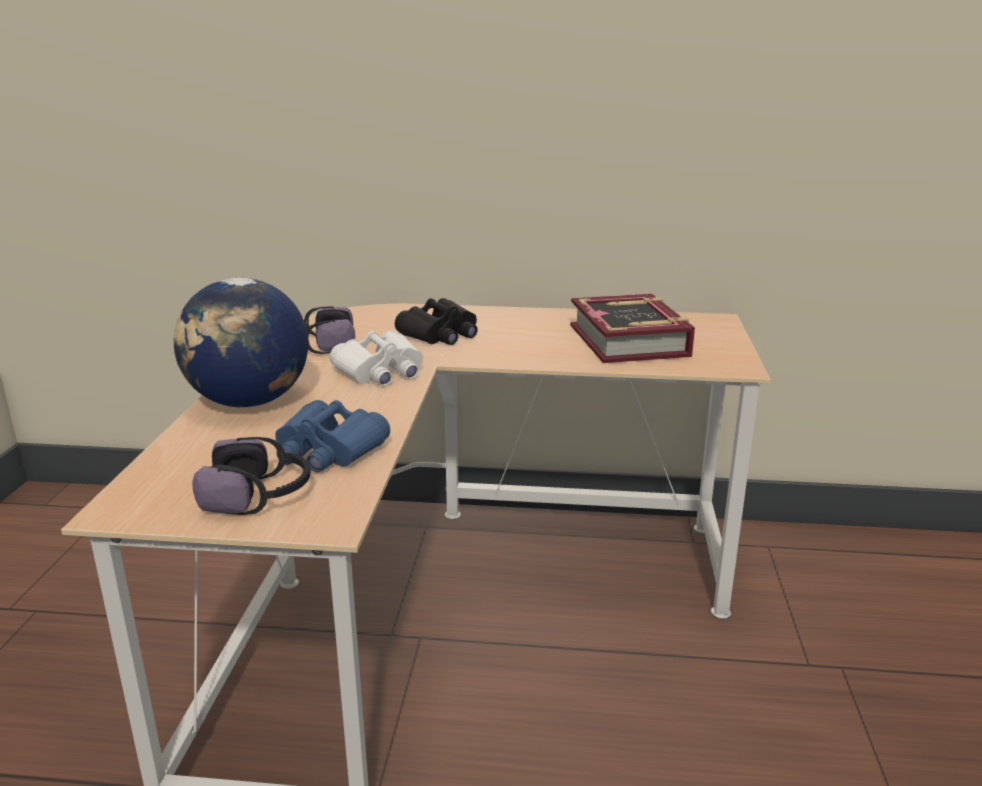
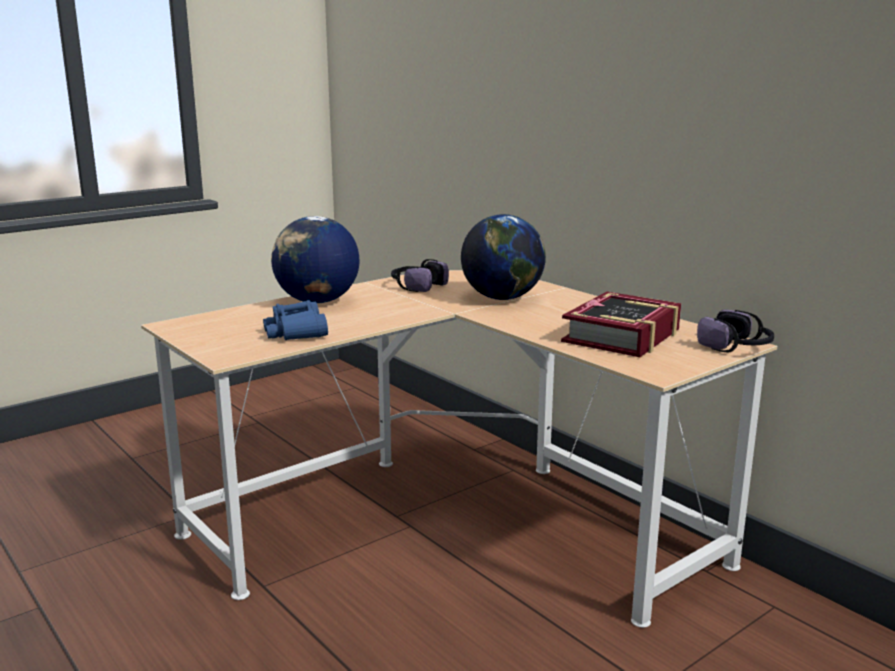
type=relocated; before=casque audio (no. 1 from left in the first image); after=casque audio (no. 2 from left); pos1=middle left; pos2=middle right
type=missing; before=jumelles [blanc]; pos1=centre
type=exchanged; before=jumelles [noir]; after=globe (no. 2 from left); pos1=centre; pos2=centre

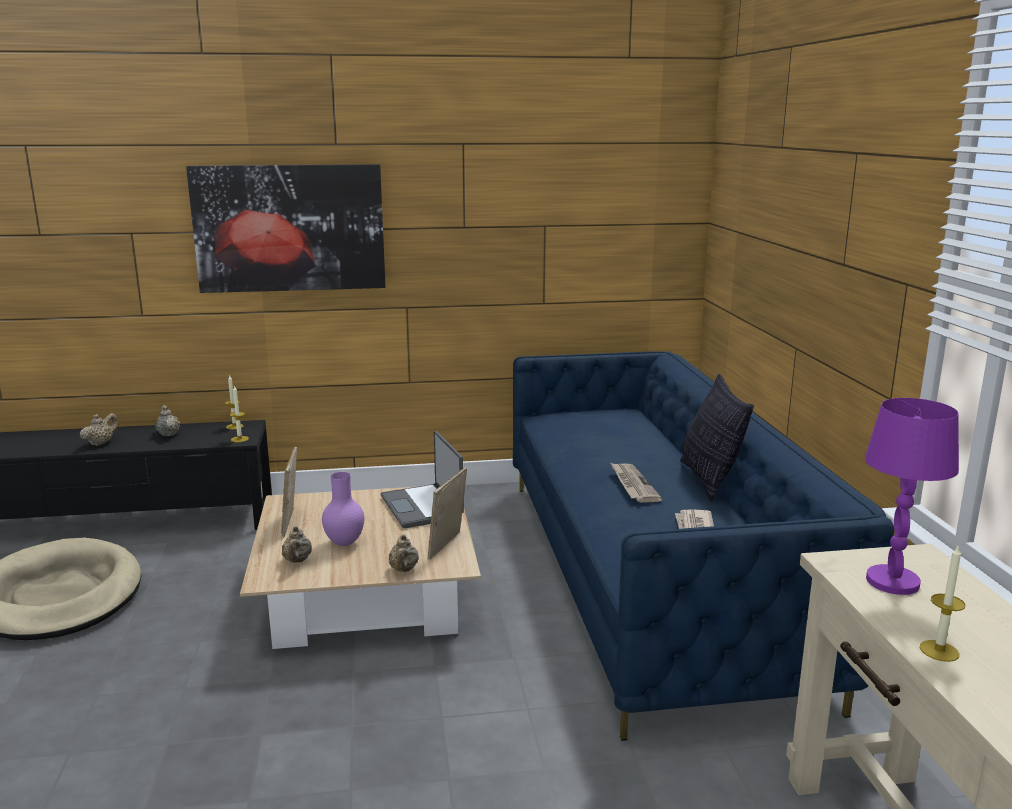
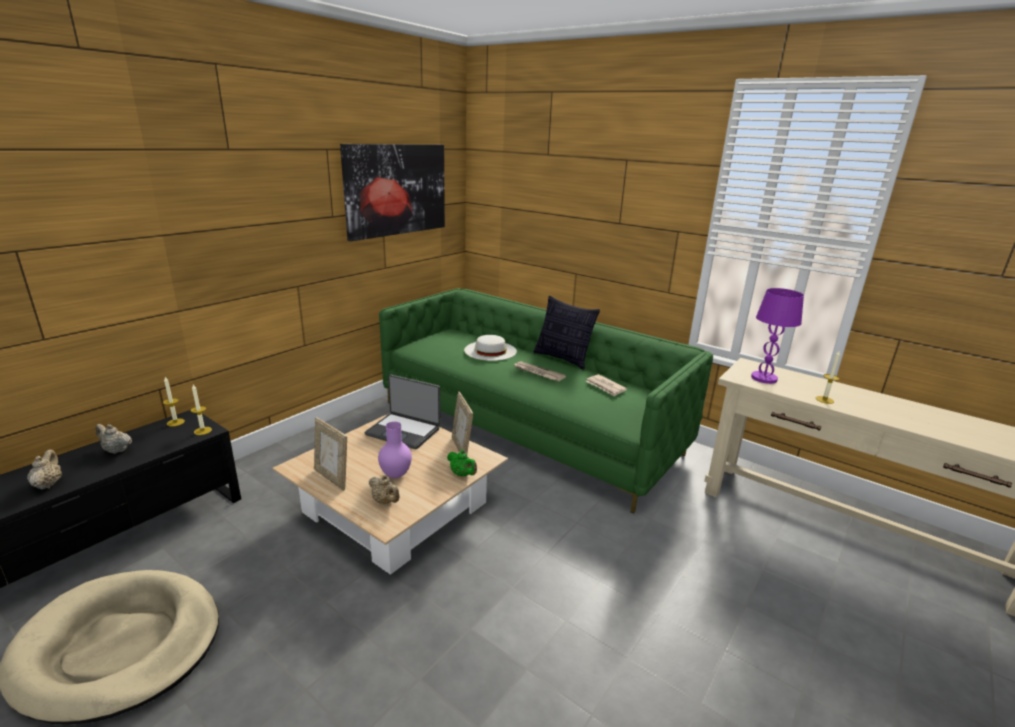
type=relocated; before=tableau; pos1=top left; pos2=top centre
type=colour; before=théière [beige] (no. 4 from left); after=théière [vert]; pos1=bottom centre; pos2=centre
type=colour; before=canapé [bleu]; after=canapé [vert]; pos1=bottom right; pos2=centre
type=appeared; after=chapeau [blanc]; pos2=centre

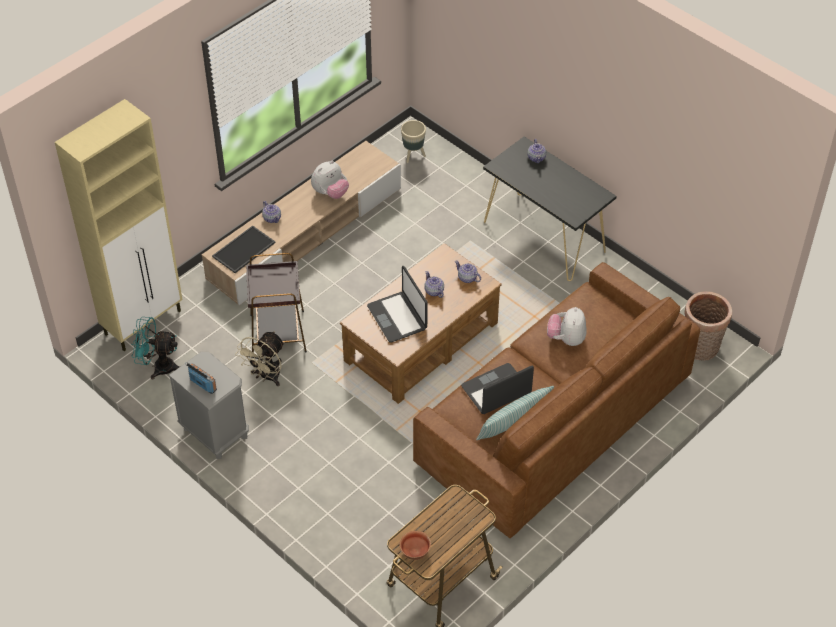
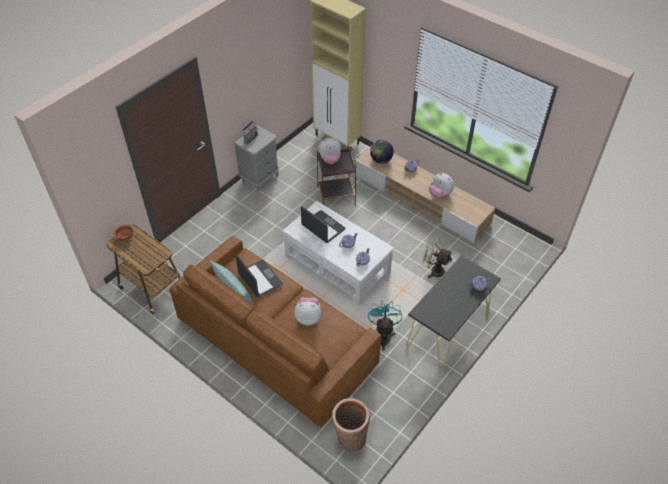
type=relocated; before=ventilateur [turquoise]; pos1=middle left; pos2=bottom centre
type=exchanged; before=plateau; after=globe; pos1=middle left; pos2=top centre
type=relocated; before=ventilateur [beige]; pos1=middle left; pos2=centre
type=colour; before=table basse [marron]; after=table basse [blanc]; pos1=centre; pos2=centre
type=spun; before=ordinateur portable (no. 1 from left in the first image); pos1=centre; pos2=centre; turn=75
type=missing; before=cache-pot [beige]; pos1=top centre
type=appeared; after=peluche (no. 2 from left); pos2=top centre

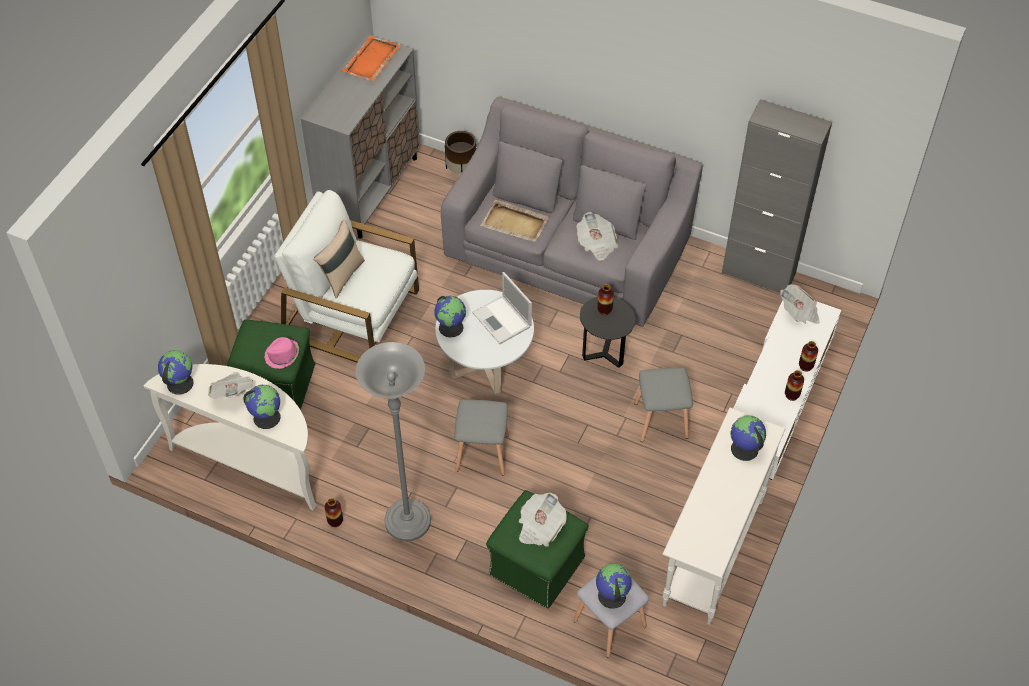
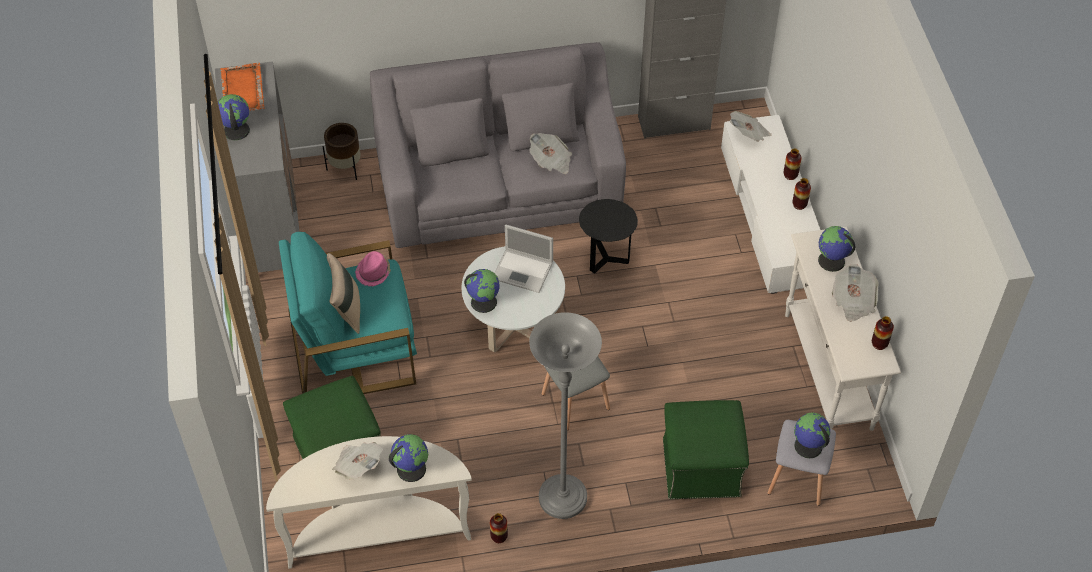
type=relocated; before=globe (no. 1 from left); pos1=middle left; pos2=top left
type=relocated; before=chapeau [rose]; pos1=middle left; pos2=centre
type=colour; before=fauteuil [blanc]; after=fauteuil [turquoise]; pos1=centre; pos2=middle left
type=missing; before=plateau [beige]; pos1=top centre
type=relocated; before=journal (no. 2 from left in the first image); after=journal (no. 4 from left); pos1=bottom centre; pos2=middle right
type=relocated; before=vase (no. 2 from left in the first image); after=vase (no. 4 from left); pos1=centre; pos2=middle right
type=missing; before=tabouret [gris] (no. 3 from left); pos1=centre

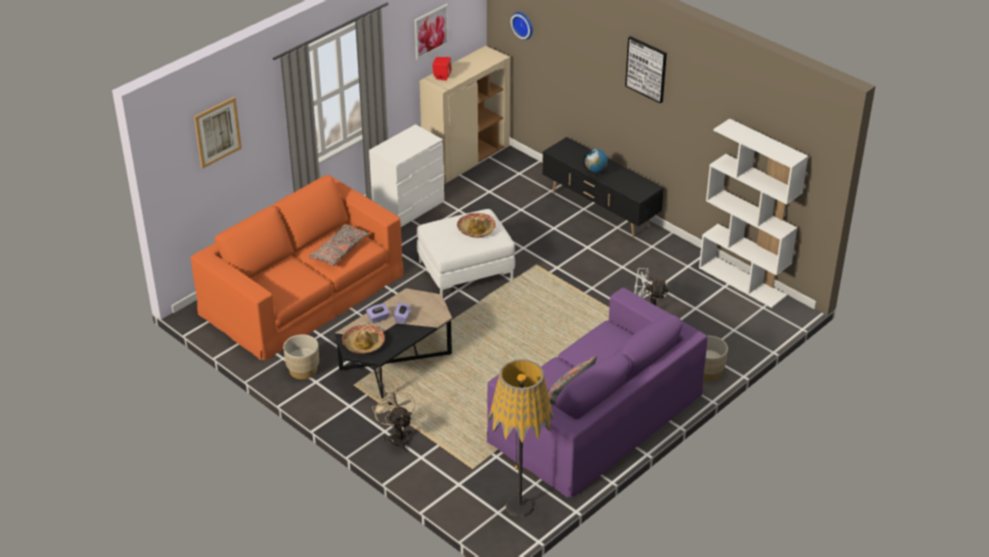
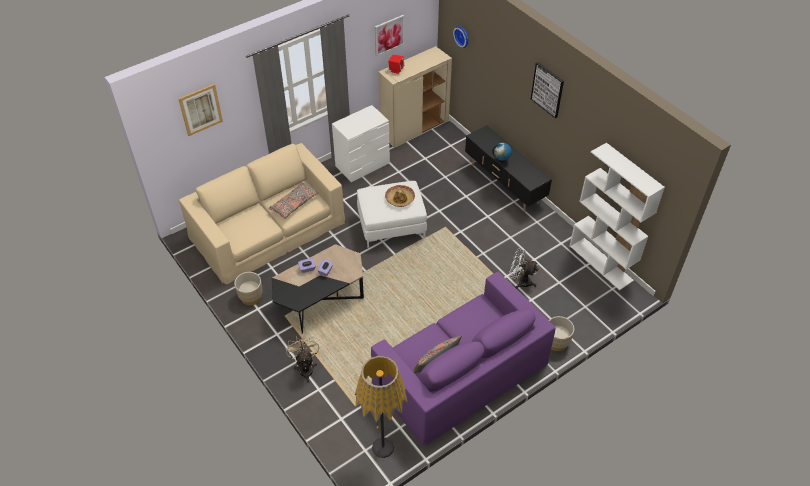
type=colour; before=canapé [orange]; after=canapé [beige]; pos1=middle left; pos2=middle left
type=missing; before=chapeau (no. 1 from left); pos1=centre

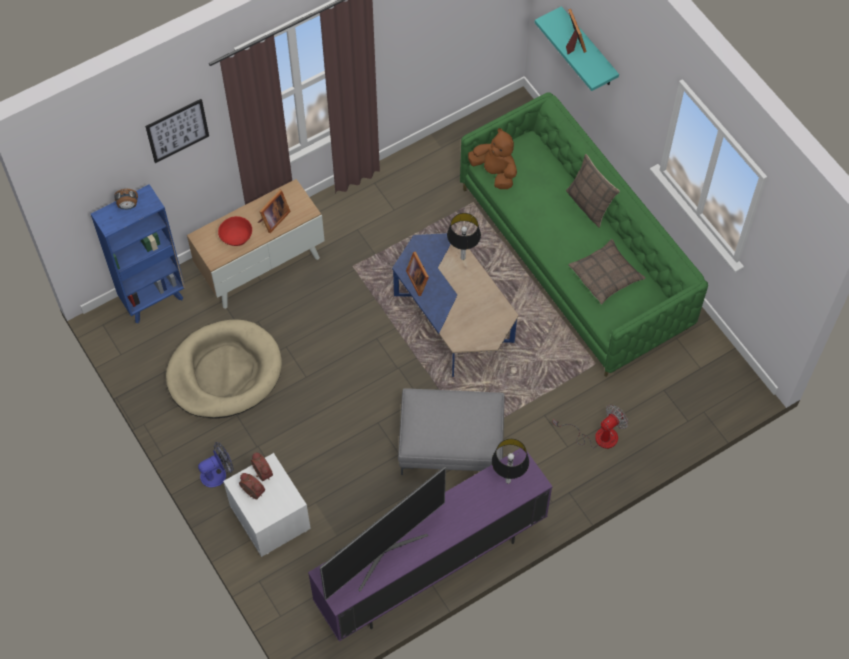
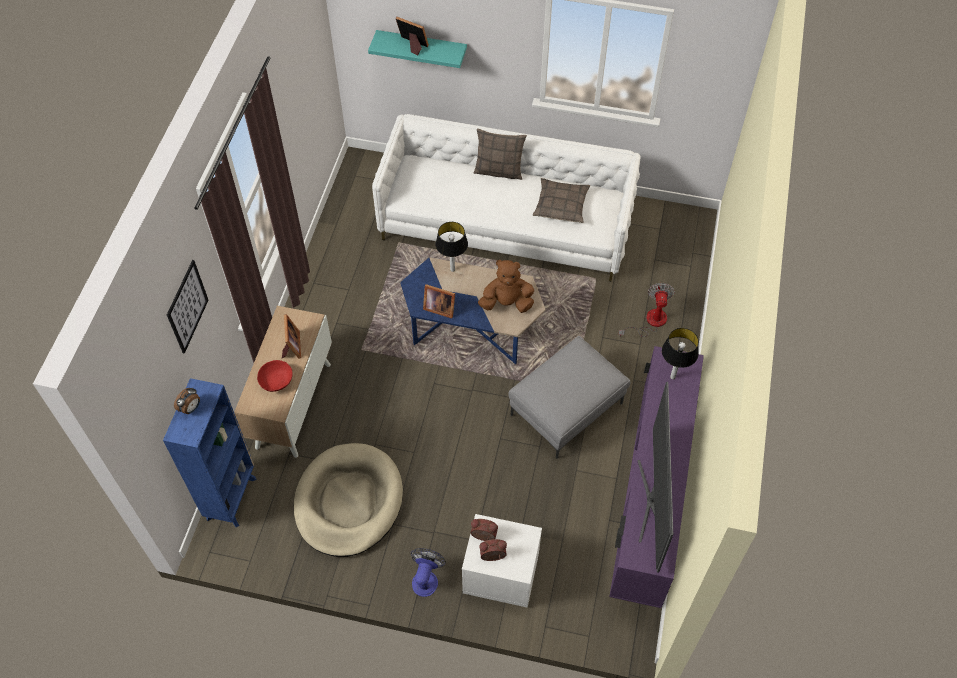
type=colour; before=canapé [vert]; after=canapé [blanc]; pos1=middle right; pos2=top centre
type=relocated; before=peluche [marron]; pos1=top centre; pos2=centre

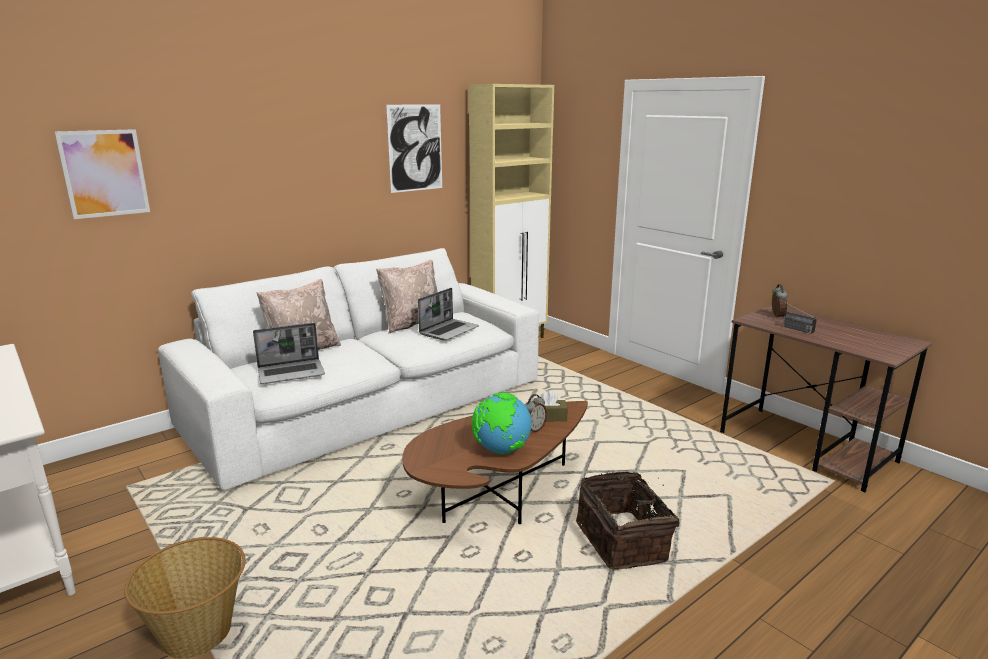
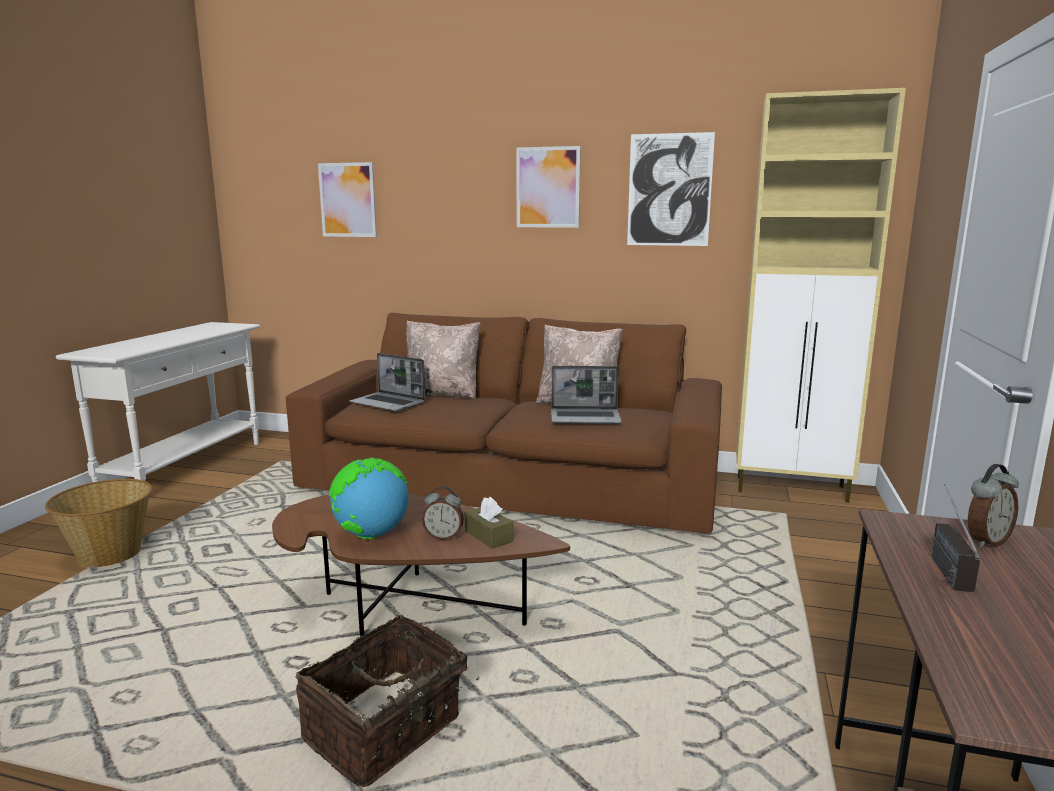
type=colour; before=canapé [blanc]; after=canapé [marron]; pos1=centre; pos2=centre
type=appeared; after=tableau (no. 2 from left); pos2=top centre

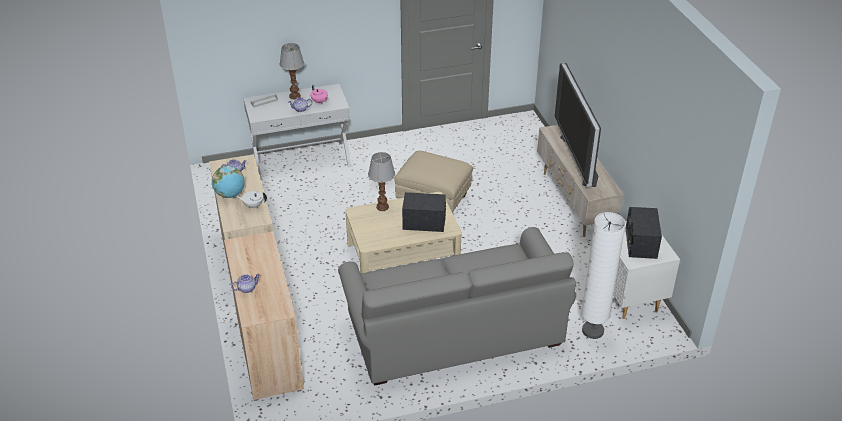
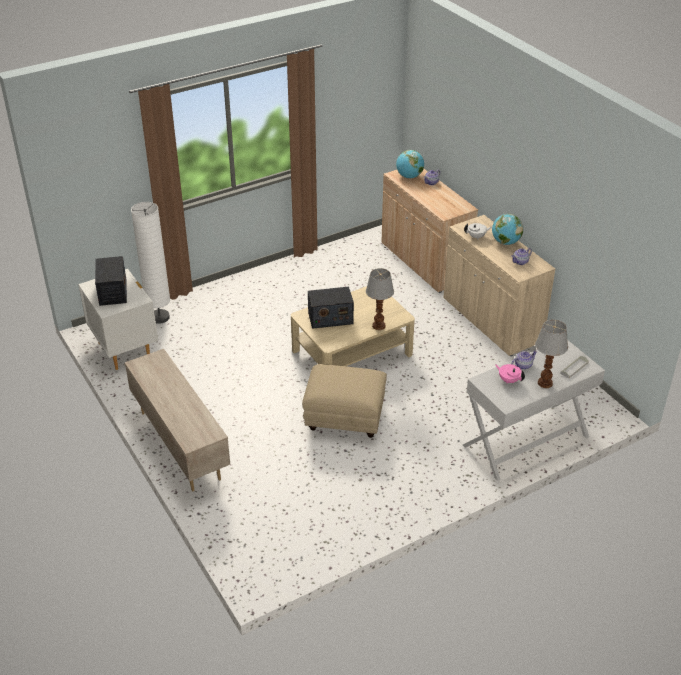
type=missing; before=canapé [gris]; pos1=bottom centre
type=missing; before=téléviseur; pos1=top right
type=appeared; after=globe (no. 1 from left); pos2=top centre

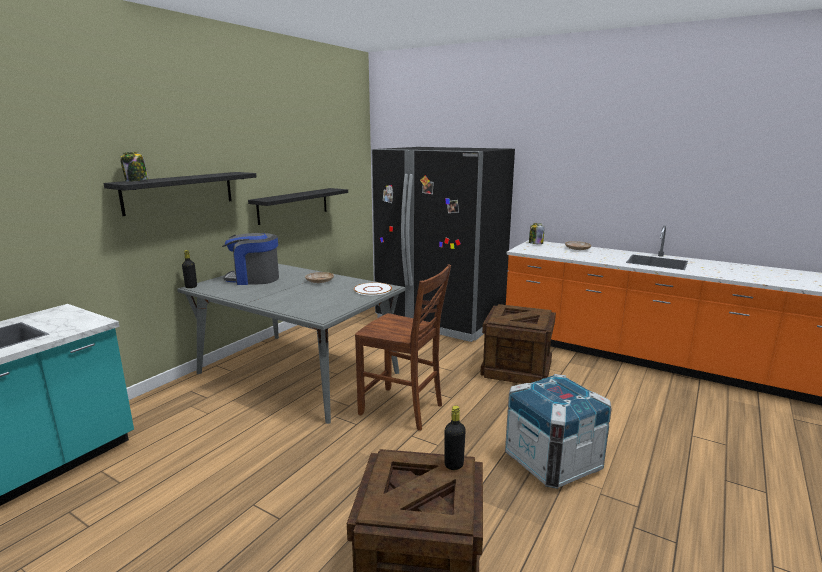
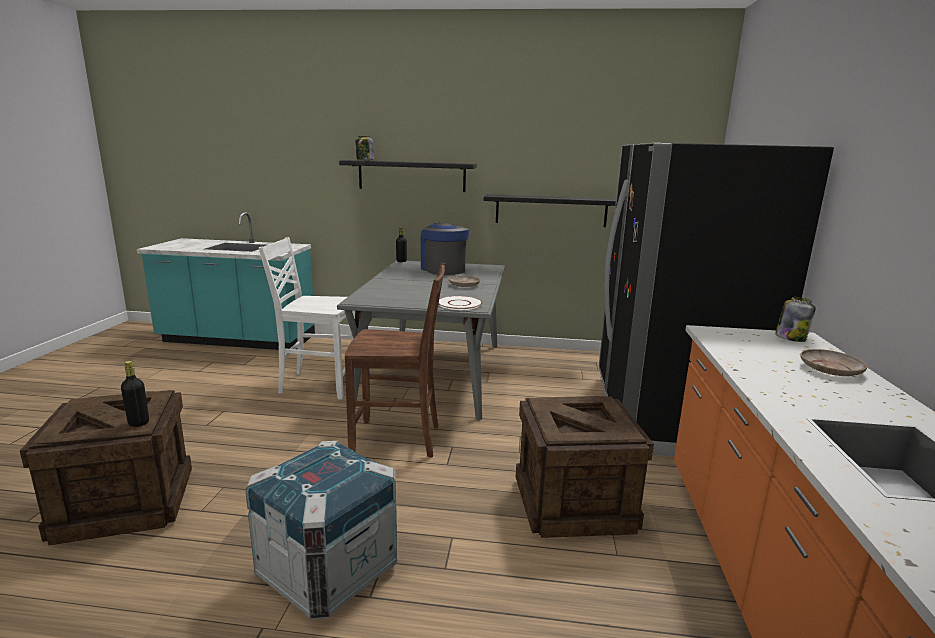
type=spun; before=chaise [marron]; pos1=centre; pos2=centre; turn=-90
type=appeared; after=chaise [blanc]; pos2=middle left

